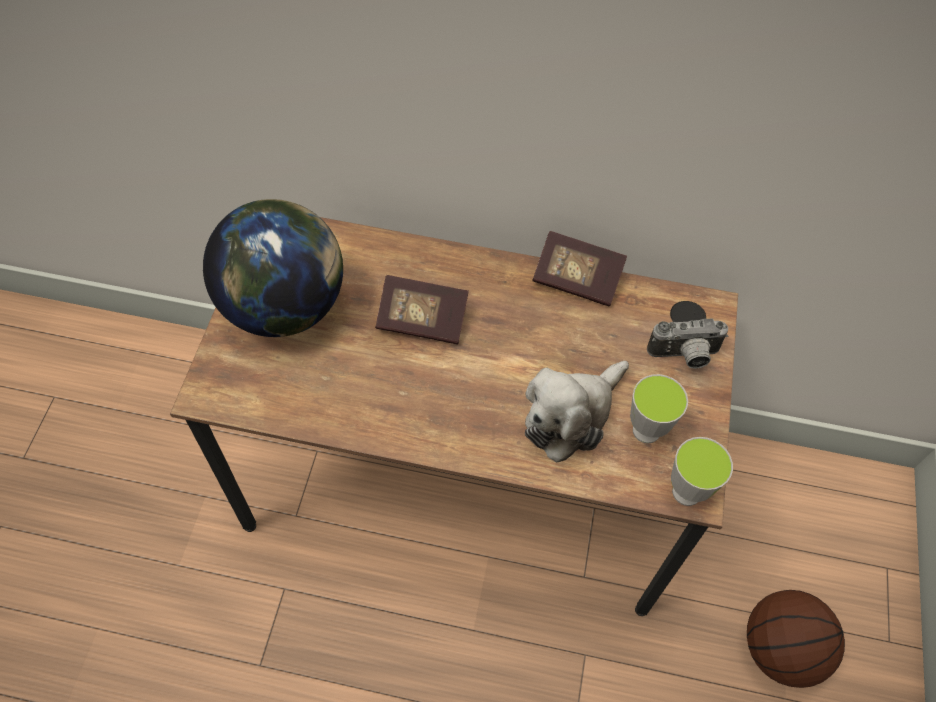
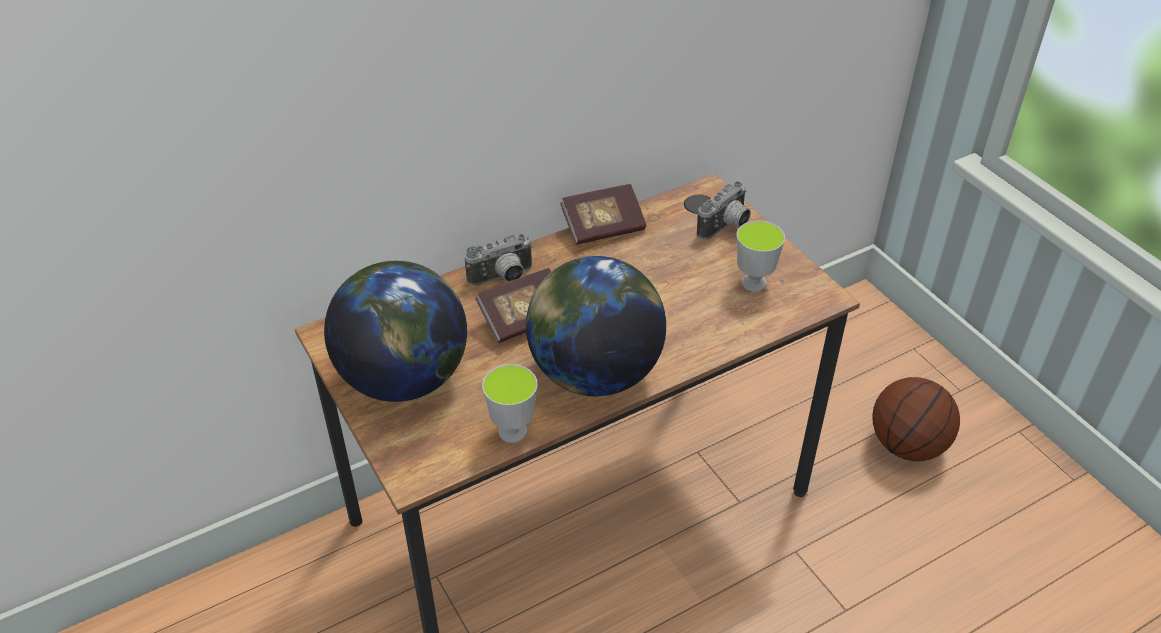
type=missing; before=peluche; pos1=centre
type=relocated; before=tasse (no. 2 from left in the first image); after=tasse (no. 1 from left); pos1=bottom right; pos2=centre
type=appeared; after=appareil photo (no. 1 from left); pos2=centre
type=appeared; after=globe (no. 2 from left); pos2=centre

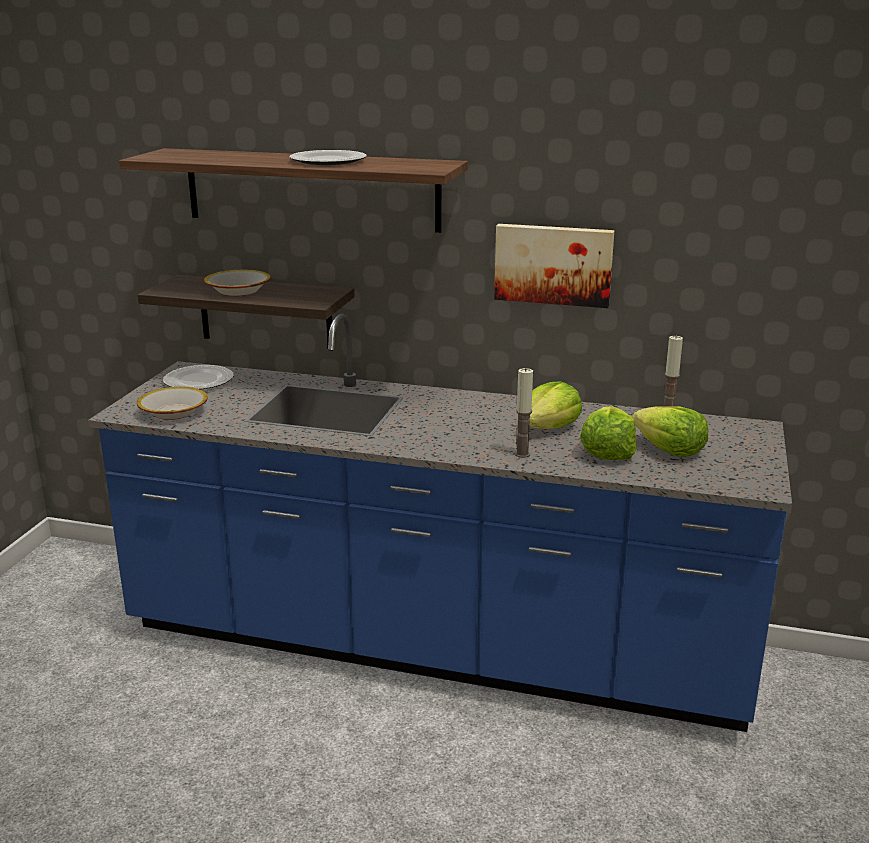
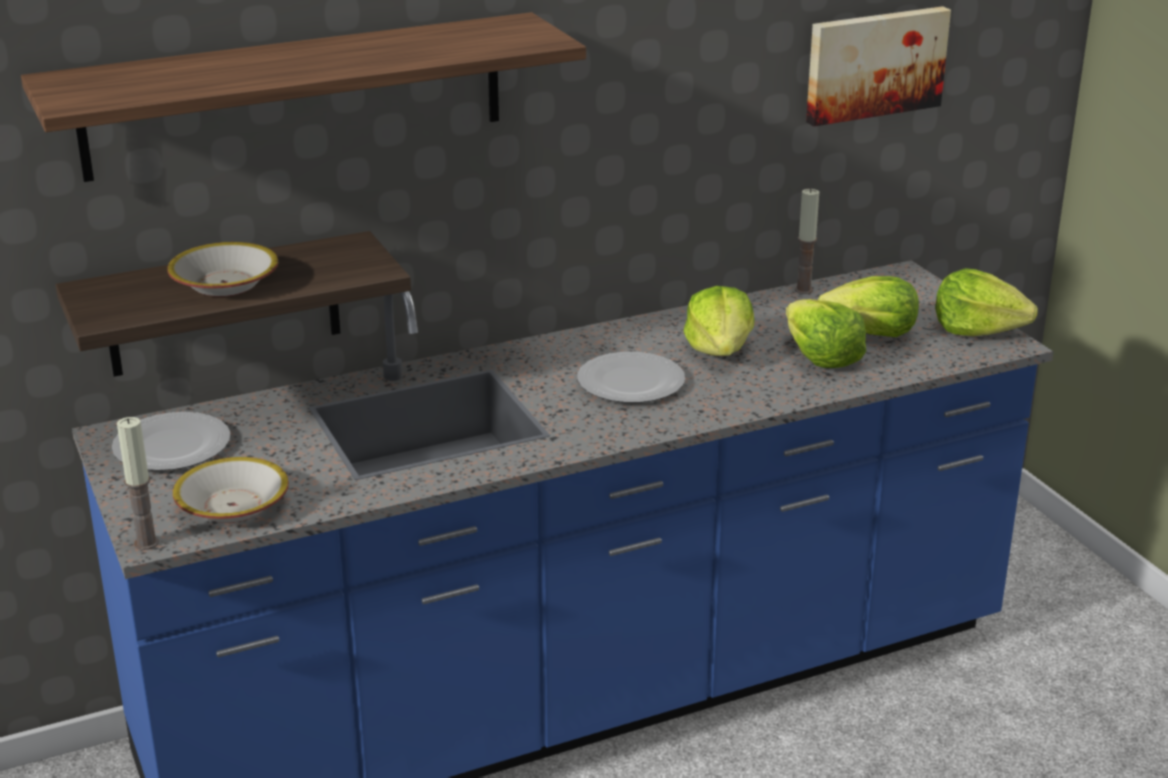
type=relocated; before=assiette (no. 2 from left); pos1=top centre; pos2=centre
type=relocated; before=tableau; pos1=top centre; pos2=top right
type=relocated; before=bougie (no. 1 from left); pos1=centre; pos2=middle left
type=appeared; after=laitue (no. 4 from left); pos2=middle right

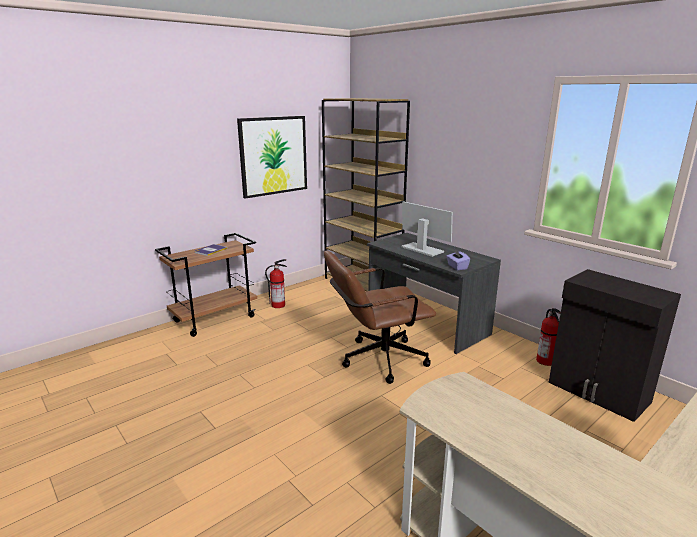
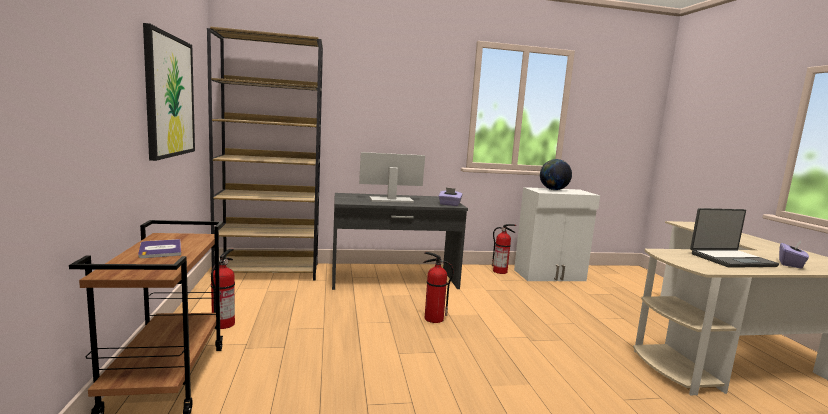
type=exchanged; before=chaise de bureau [marron]; after=extincteur (no. 2 from left); pos1=centre; pos2=bottom centre
type=colour; before=meuble de rangement [noir]; after=meuble de rangement [blanc]; pos1=middle right; pos2=middle right
type=appeared; after=globe; pos2=middle right
type=appeared; after=ordinateur portable; pos2=middle right
type=appeared; after=boîte à mouchoirs [violet] (no. 2 from left); pos2=middle right

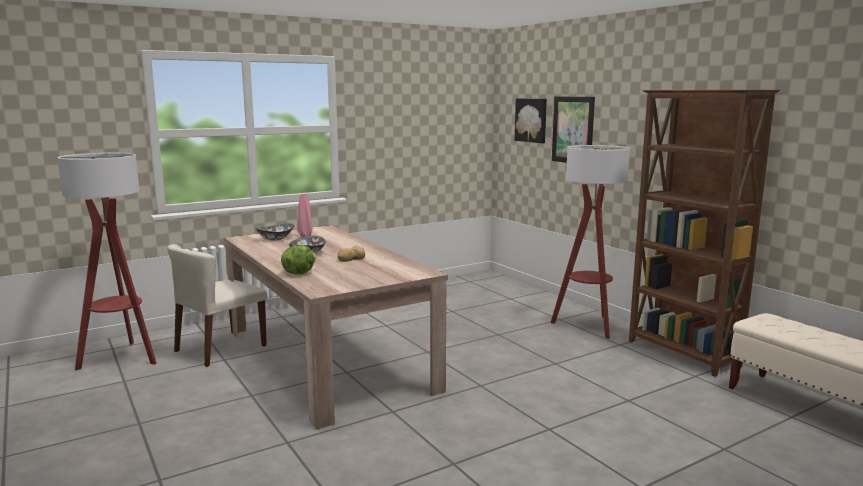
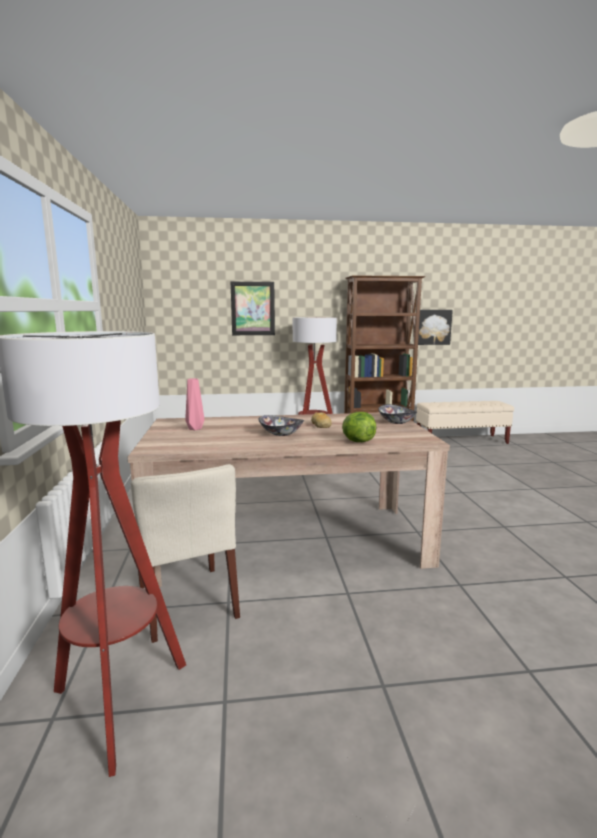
type=relocated; before=bol (no. 1 from left in the first image); after=bol (no. 2 from left); pos1=middle left; pos2=centre
type=relocated; before=tableau (no. 1 from left in the first image); after=tableau (no. 2 from left); pos1=top centre; pos2=middle right

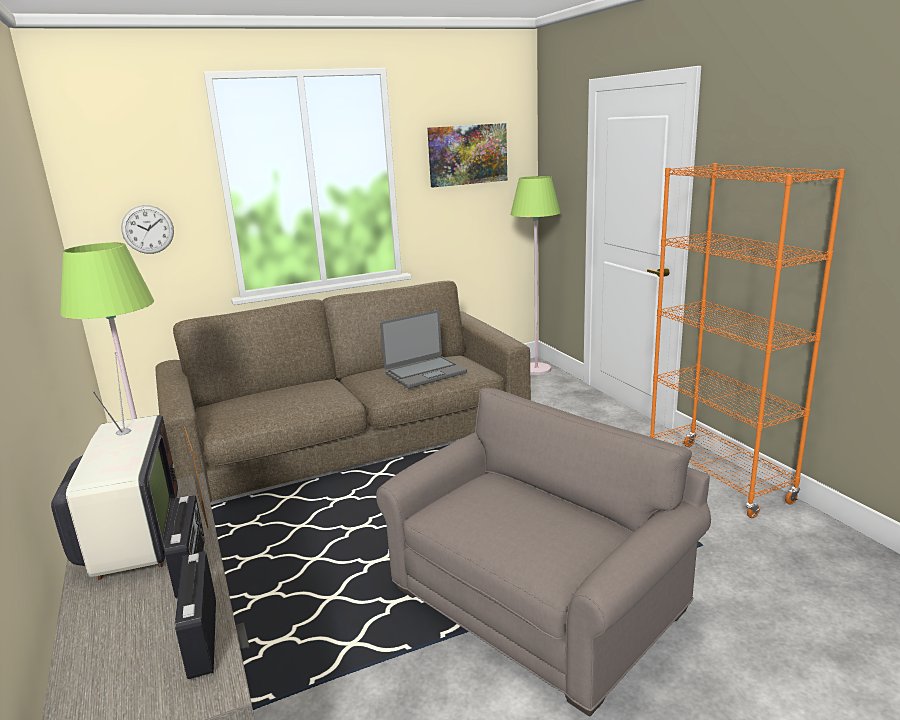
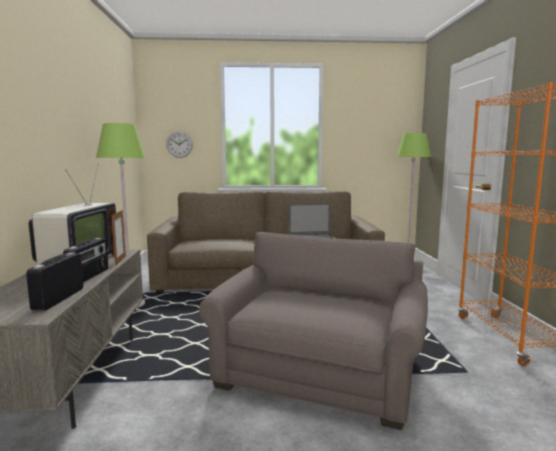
type=spun; before=fauteuil [gris]; pos1=bottom centre; pos2=bottom centre; turn=-45
type=missing; before=tableau; pos1=top centre

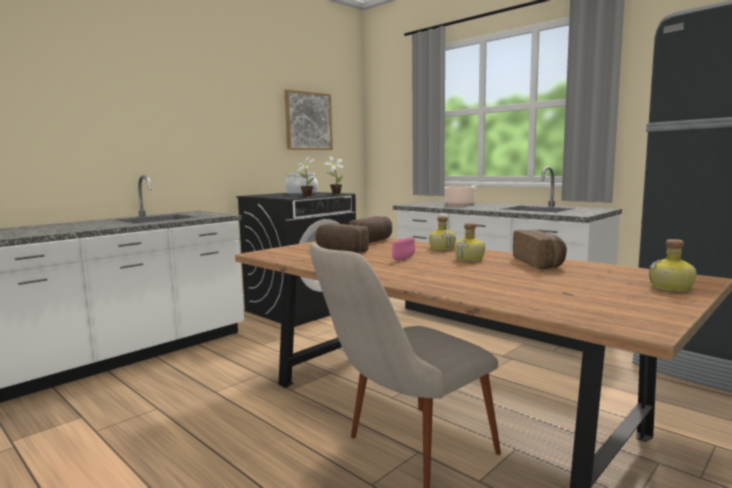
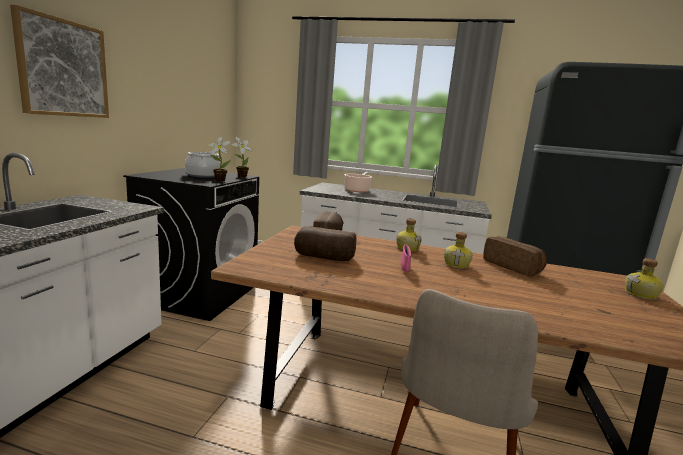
type=relocated; before=tableau; pos1=top centre; pos2=top left

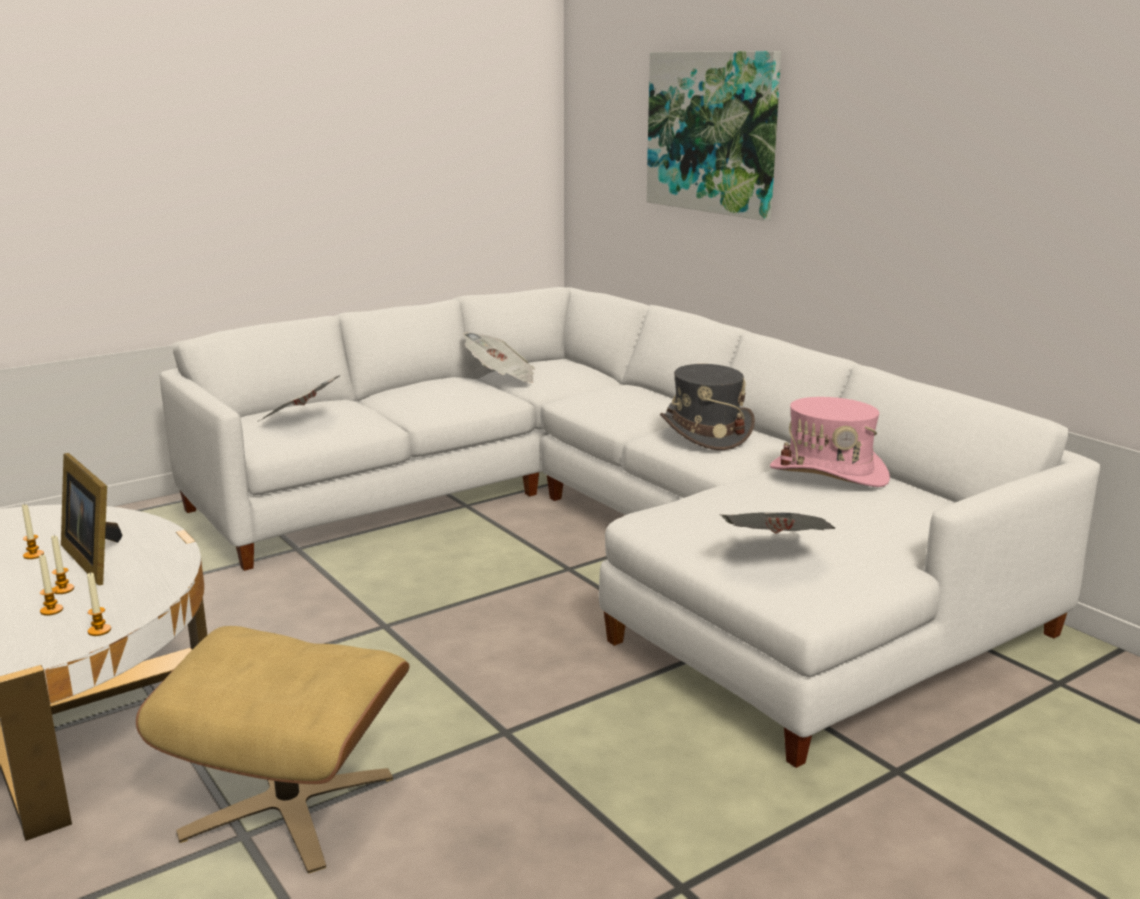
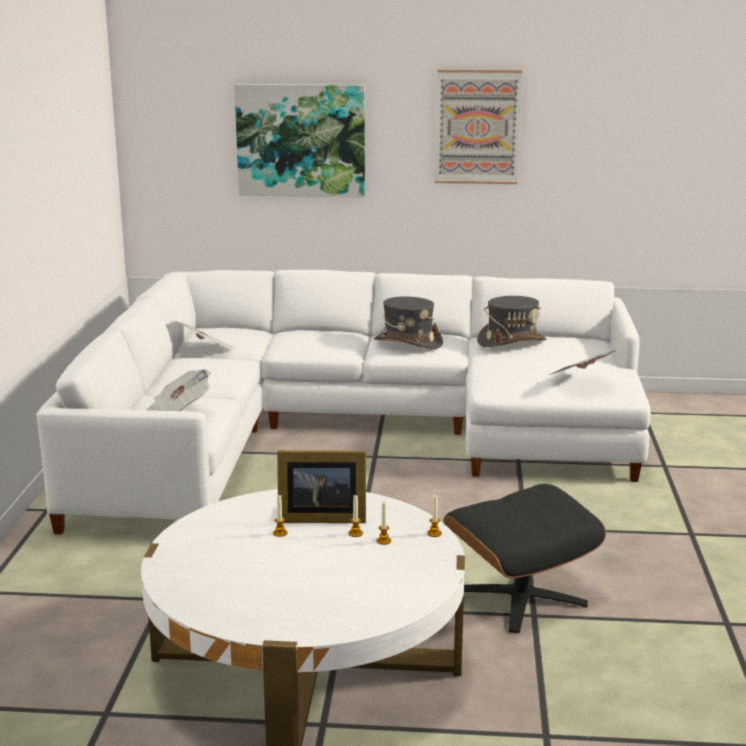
type=colour; before=pouf [beige]; after=pouf [noir]; pos1=bottom left; pos2=bottom right
type=colour; before=chapeau [rose]; after=chapeau [gris] (no. 2 from left); pos1=middle right; pos2=middle right
type=appeared; after=tableau (no. 2 from left); pos2=top centre

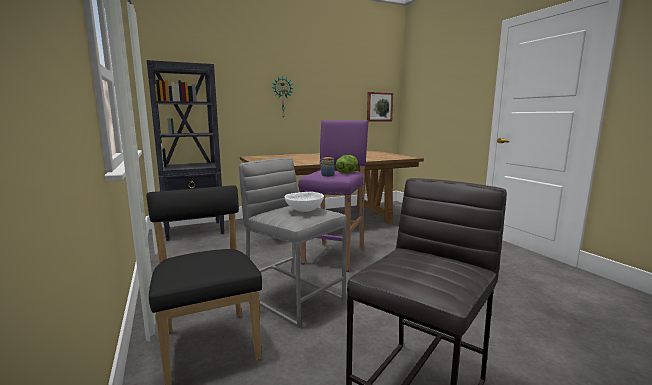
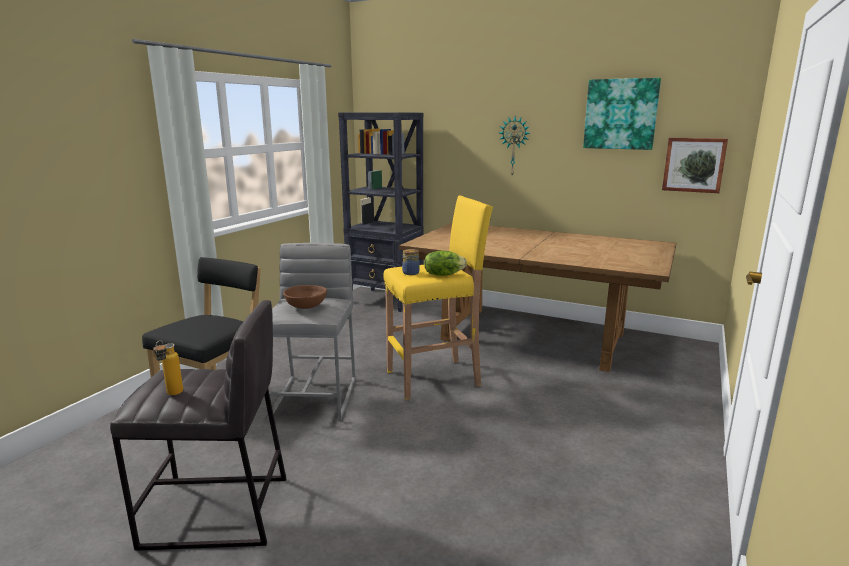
type=colour; before=bol [blanc]; after=bol [marron]; pos1=centre; pos2=centre
type=colour; before=tabouret [violet]; after=tabouret [jaune]; pos1=centre; pos2=centre
type=appeared; after=bouteille; pos2=middle left
type=appeared; after=tableau (no. 1 from left); pos2=top right

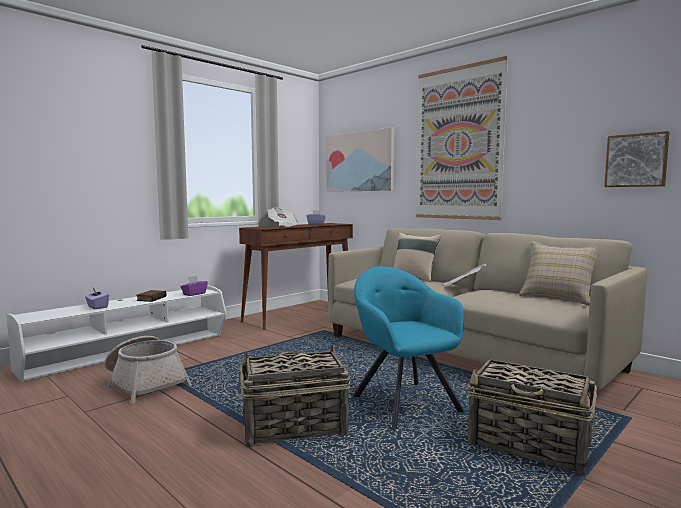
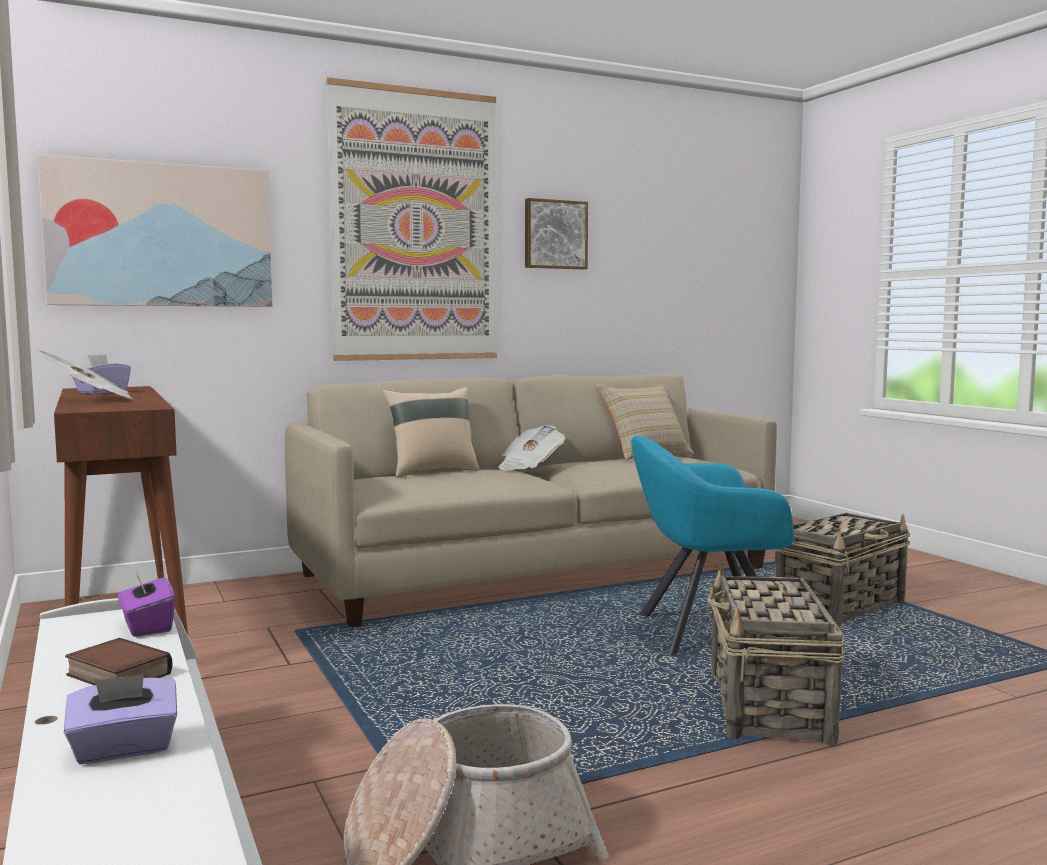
type=relocated; before=tableau (no. 3 from left); pos1=top right; pos2=top centre

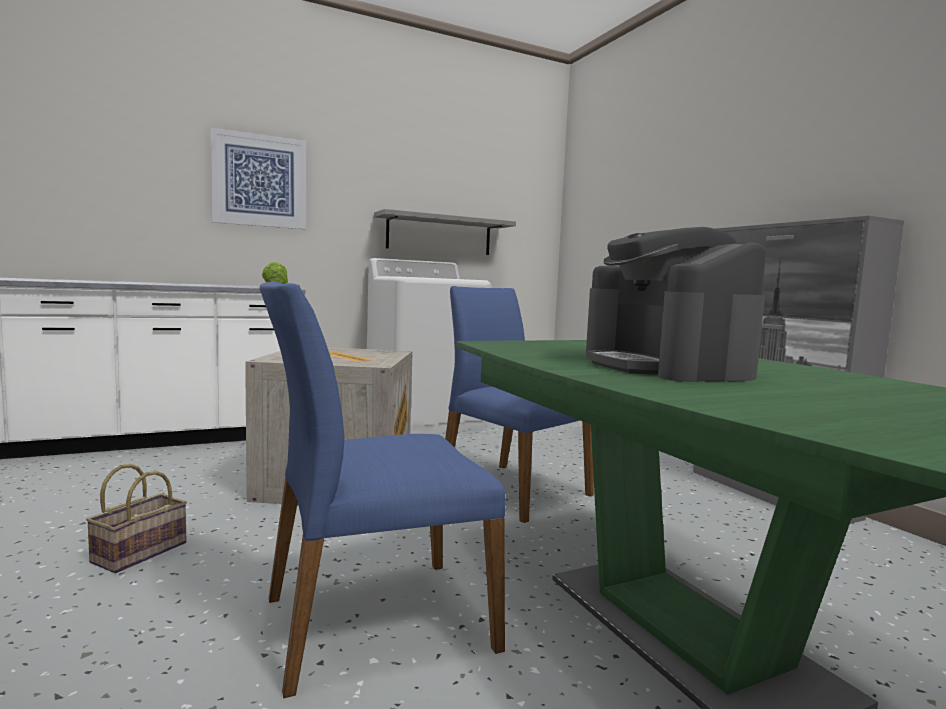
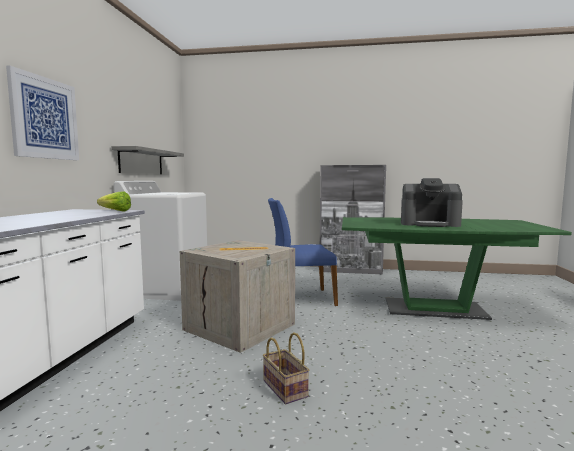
type=missing; before=chaise [bleu] (no. 1 from left); pos1=bottom centre

